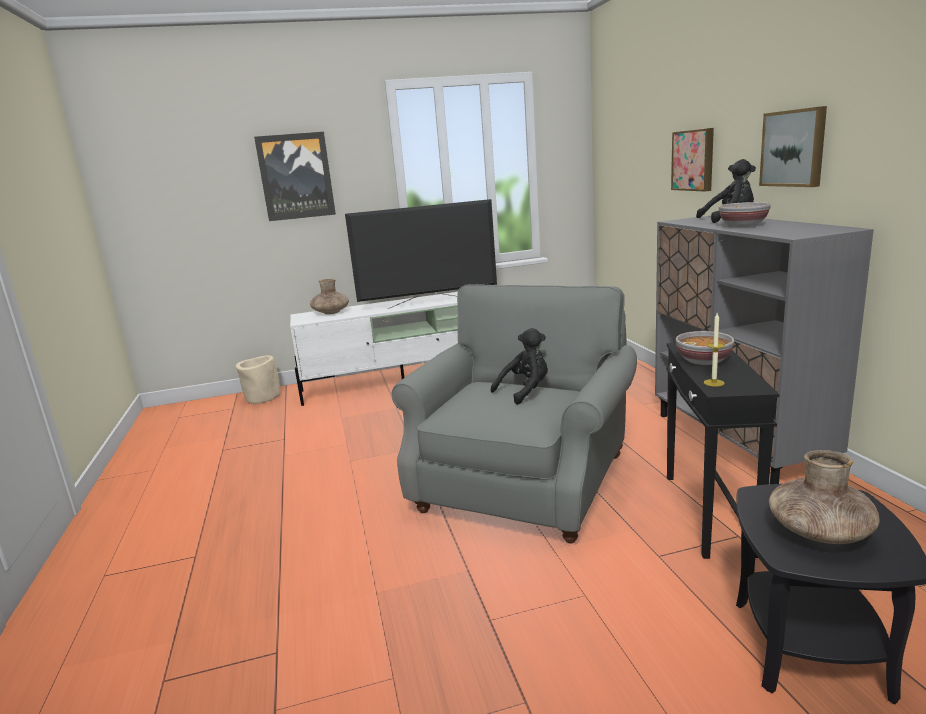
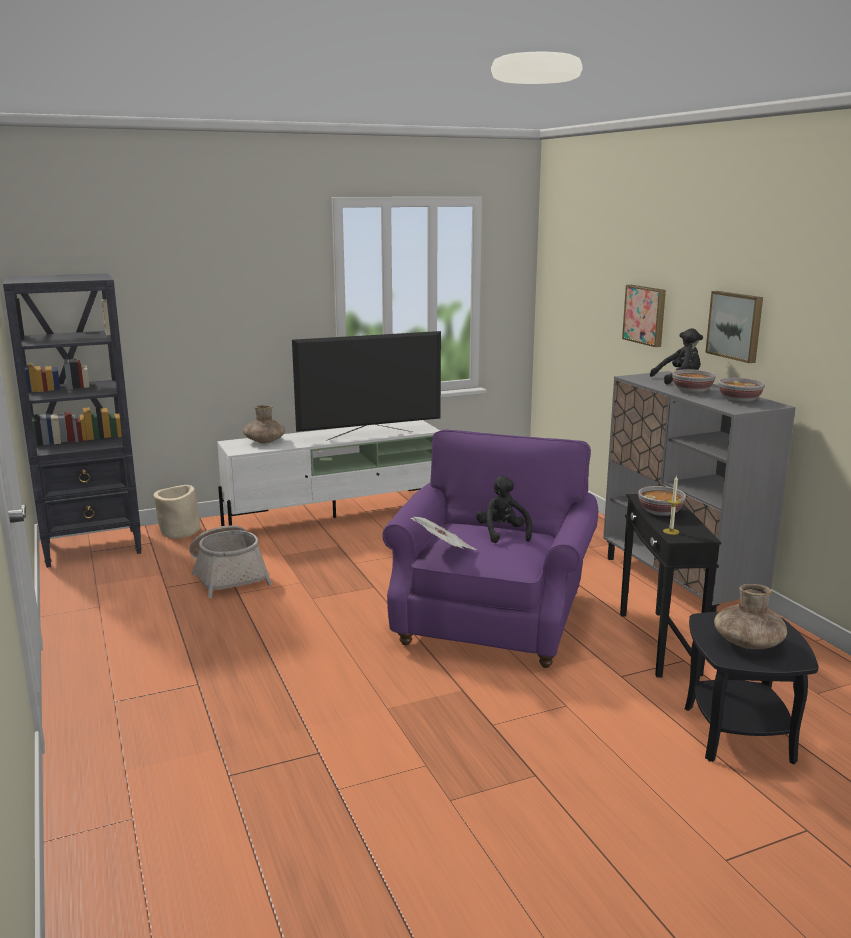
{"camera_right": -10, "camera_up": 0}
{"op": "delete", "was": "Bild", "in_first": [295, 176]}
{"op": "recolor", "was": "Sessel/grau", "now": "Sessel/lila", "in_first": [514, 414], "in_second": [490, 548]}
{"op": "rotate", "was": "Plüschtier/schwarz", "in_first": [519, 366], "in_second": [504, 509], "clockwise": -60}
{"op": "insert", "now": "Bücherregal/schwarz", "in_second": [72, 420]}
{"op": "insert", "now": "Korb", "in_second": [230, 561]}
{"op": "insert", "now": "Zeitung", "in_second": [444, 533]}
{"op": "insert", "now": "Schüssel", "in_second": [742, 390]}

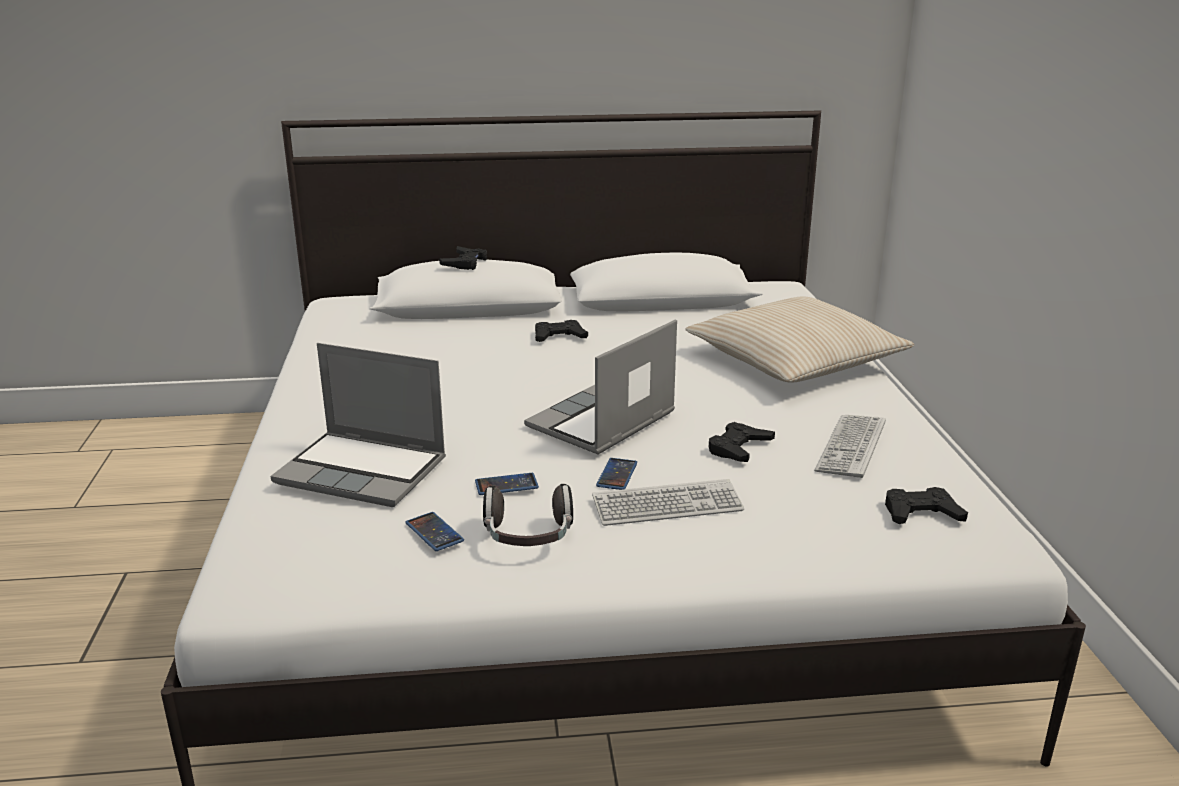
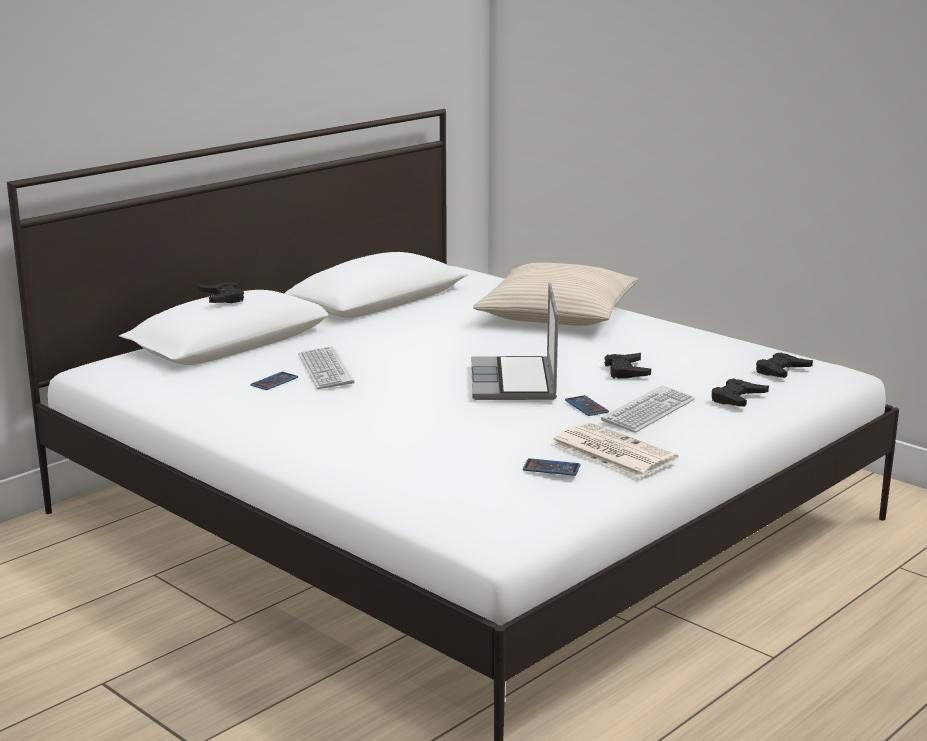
{"camera_right": -40, "camera_up": -5}
{"op": "delete", "was": "Laptop", "in_first": [358, 425]}
{"op": "move", "was": "Handy", "in_first": [507, 484], "in_second": [274, 381]}
{"op": "replace", "was": "Kopfhörer", "now": "Zeitung", "in_first": [528, 515], "in_second": [614, 450]}
{"op": "move", "was": "Gamepad/schwarz", "in_first": [561, 331], "in_second": [740, 392]}
{"op": "move", "was": "Tastatur", "in_first": [850, 446], "in_second": [326, 367]}

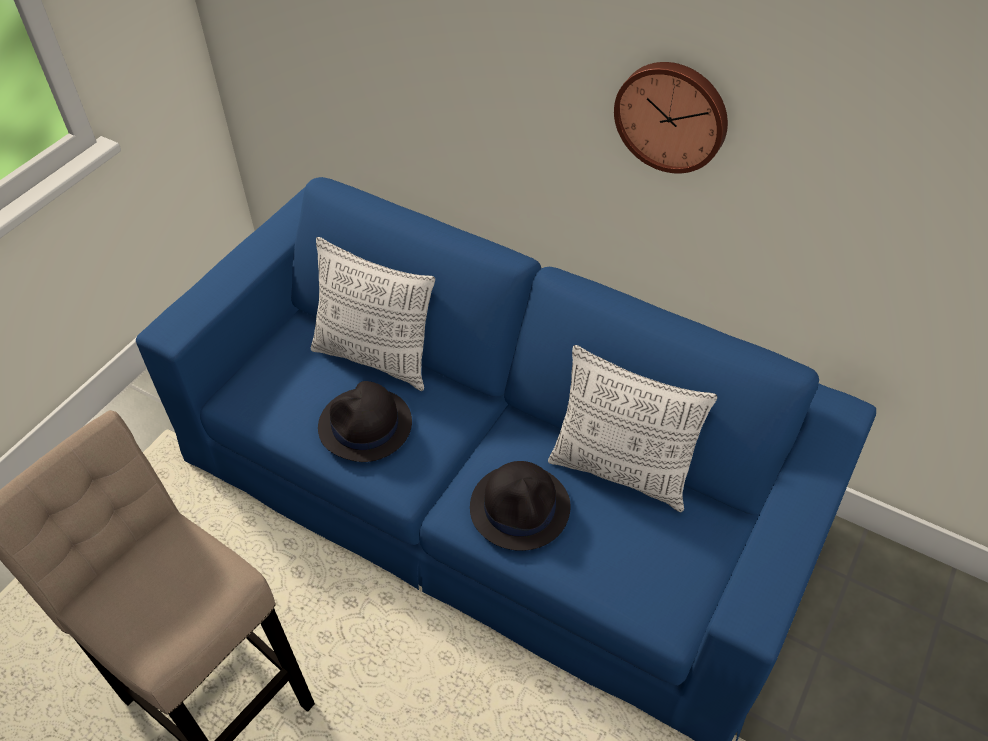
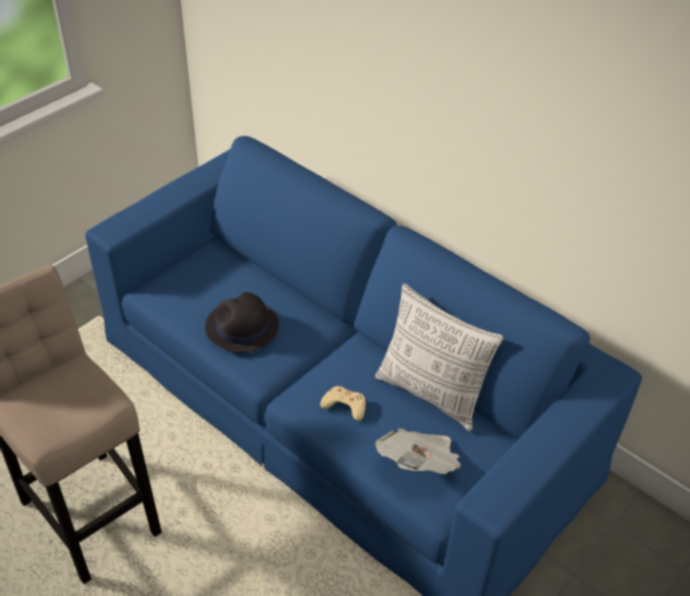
{"camera_right": 10, "camera_up": -5}
{"op": "delete", "was": "Kissen", "in_first": [373, 314]}
{"op": "replace", "was": "Hut/schwarz", "now": "Gamepad/beige", "in_first": [520, 506], "in_second": [343, 403]}
{"op": "delete", "was": "Wanduhr", "in_first": [671, 118]}
{"op": "insert", "now": "Zeitung", "in_second": [418, 451]}

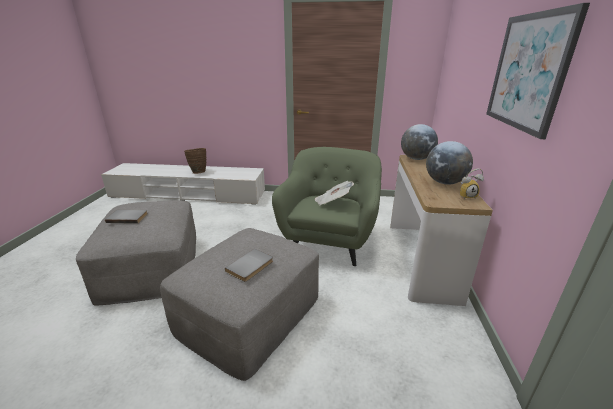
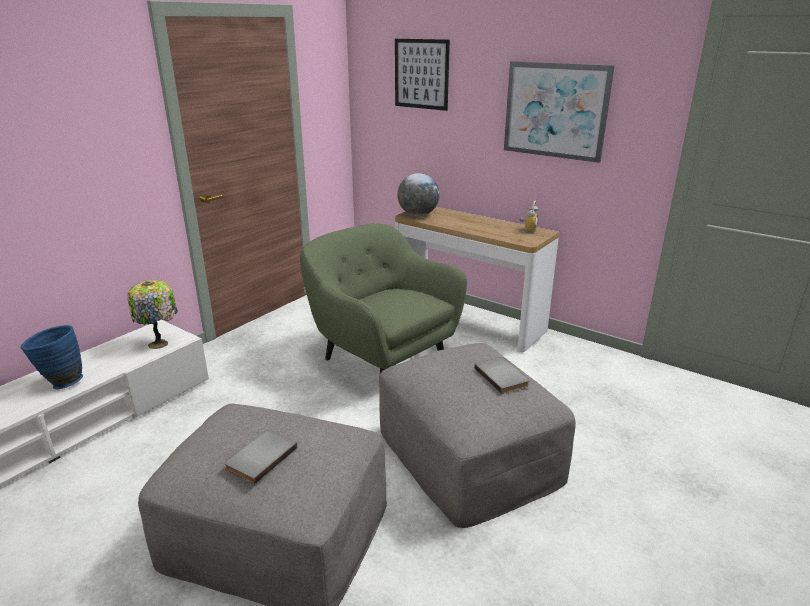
{"camera_right": -60, "camera_up": 0}
{"op": "recolor", "was": "Vase/braun", "now": "Vase/blau", "in_first": [195, 161], "in_second": [51, 357]}
{"op": "delete", "was": "Zeitung", "in_first": [334, 193]}
{"op": "delete", "was": "Globus", "in_first": [449, 163]}
{"op": "insert", "now": "Tischlampe", "in_second": [152, 314]}
{"op": "insert", "now": "Bild", "in_second": [422, 75]}

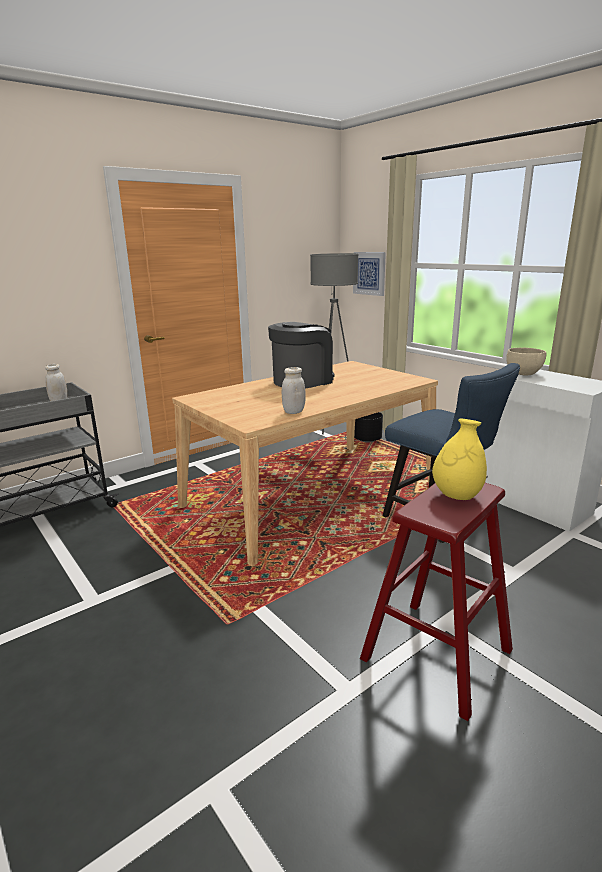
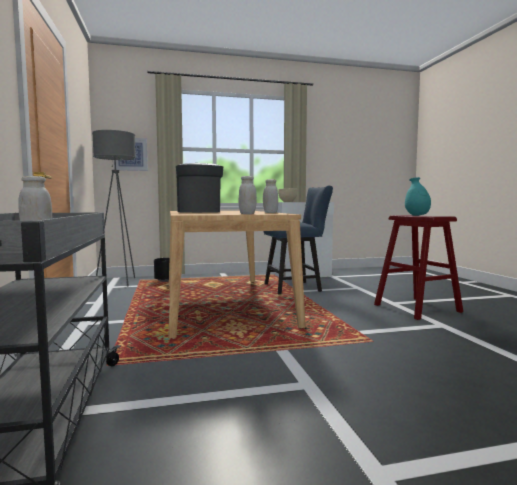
{"camera_right": -65, "camera_up": -15}
{"op": "recolor", "was": "Vase/gelb", "now": "Vase/türkis", "in_first": [459, 459], "in_second": [418, 196]}
{"op": "insert", "now": "Vorratsglas/weiß", "in_second": [248, 195]}

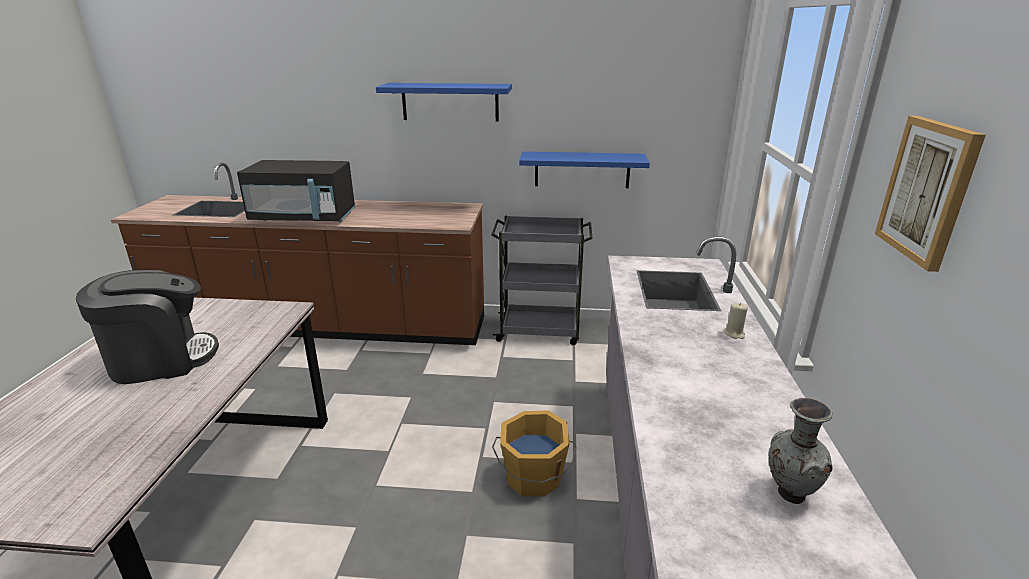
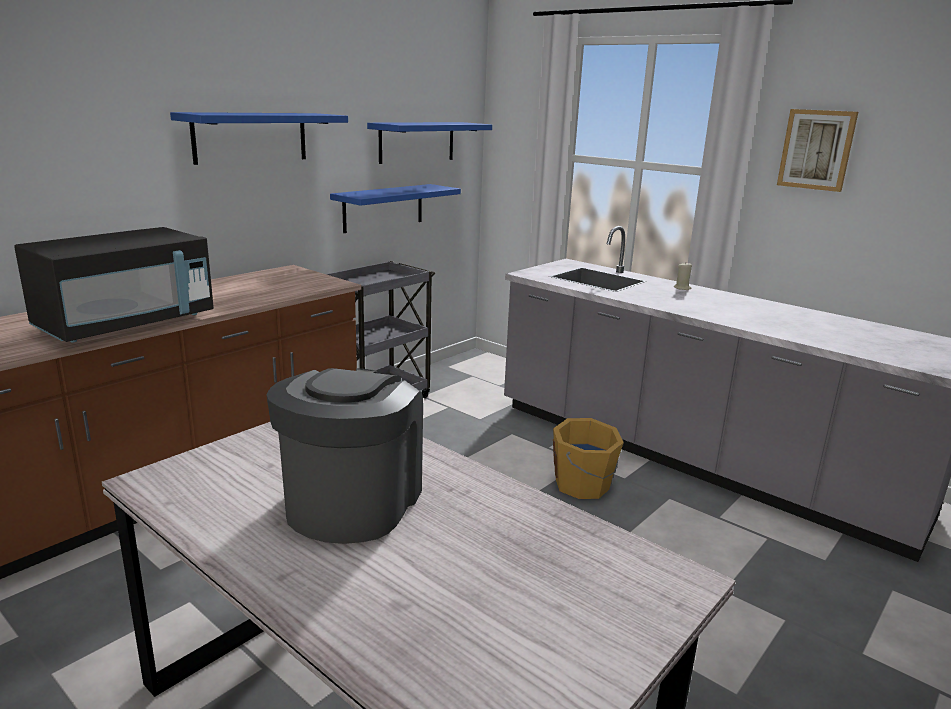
{"camera_right": -55, "camera_up": -5}
{"op": "delete", "was": "Vase/grau", "in_first": [801, 451]}
{"op": "insert", "now": "Wandregal/blau", "in_second": [429, 143]}

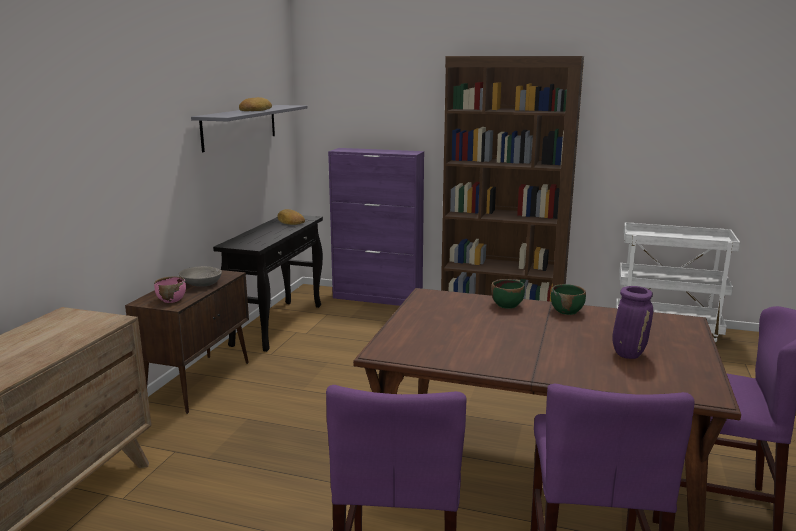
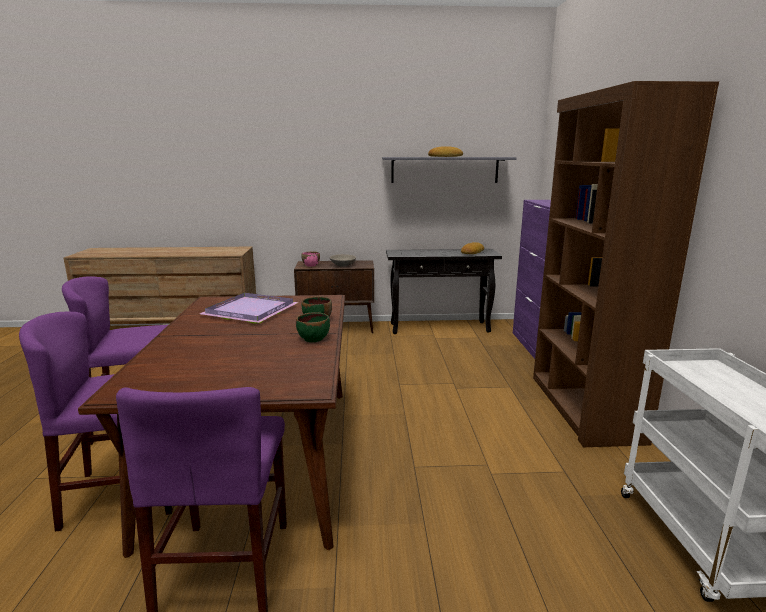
{"camera_right": 70, "camera_up": 0}
{"op": "delete", "was": "Vase/lila", "in_first": [632, 322]}
{"op": "insert", "now": "Tablett/lila", "in_second": [249, 308]}

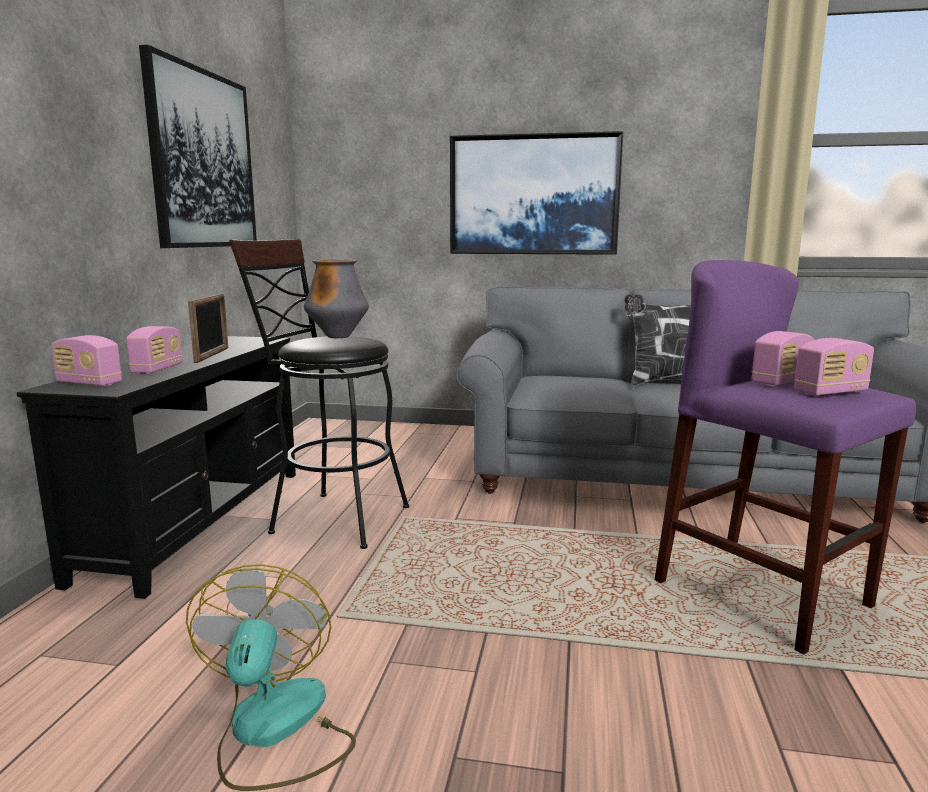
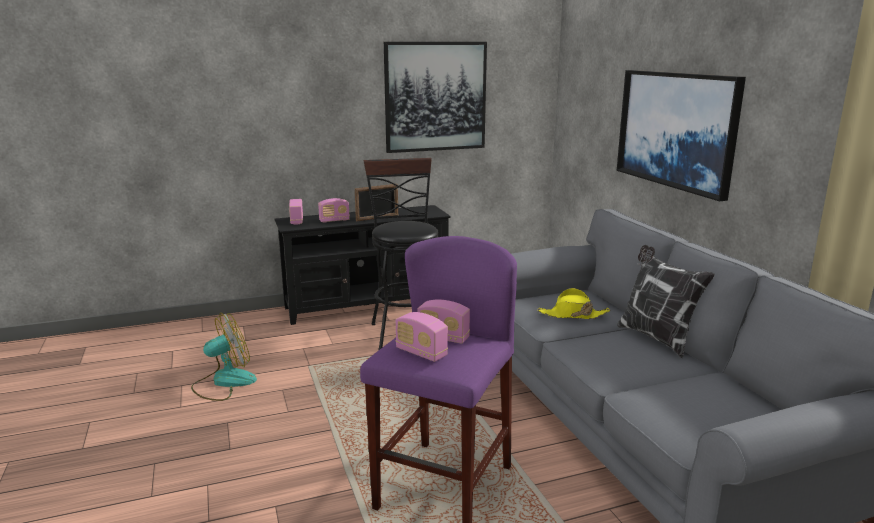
{"camera_right": 60, "camera_up": 5}
{"op": "delete", "was": "Vase", "in_first": [336, 298]}
{"op": "insert", "now": "Hut/gelb", "in_second": [573, 303]}

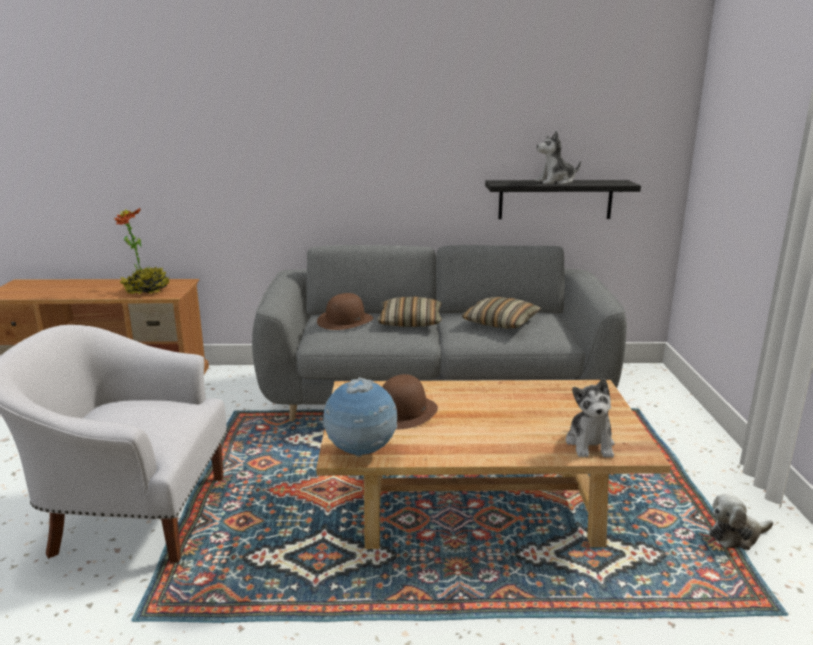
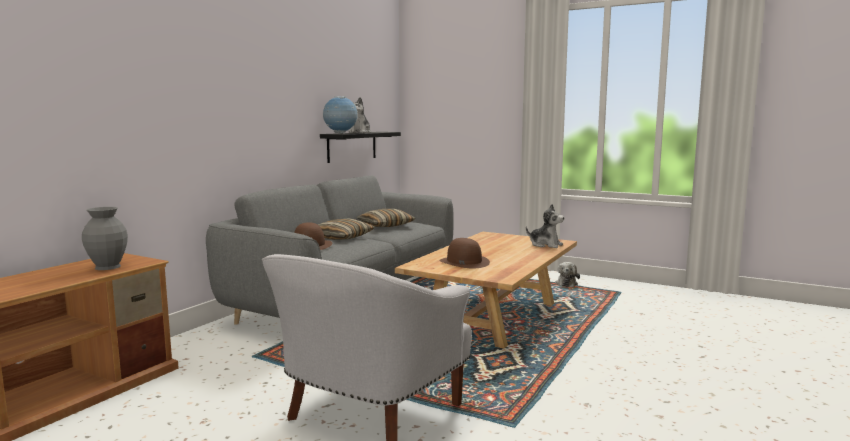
{"camera_right": -60, "camera_up": -10}
{"op": "replace", "was": "Topfpflanze", "now": "Vase/grau", "in_first": [141, 251], "in_second": [105, 238]}
{"op": "move", "was": "Globus", "in_first": [359, 417], "in_second": [340, 115]}

